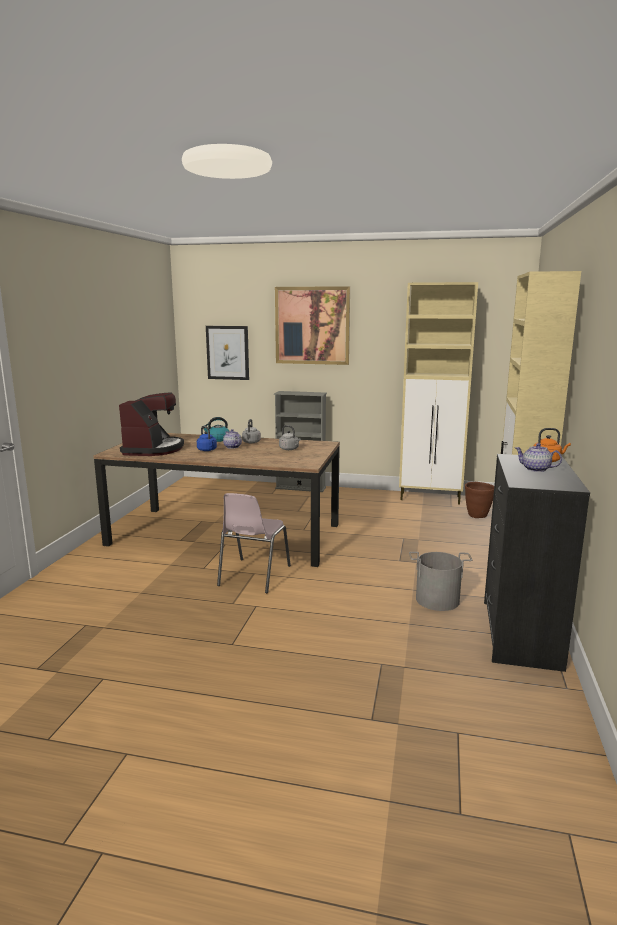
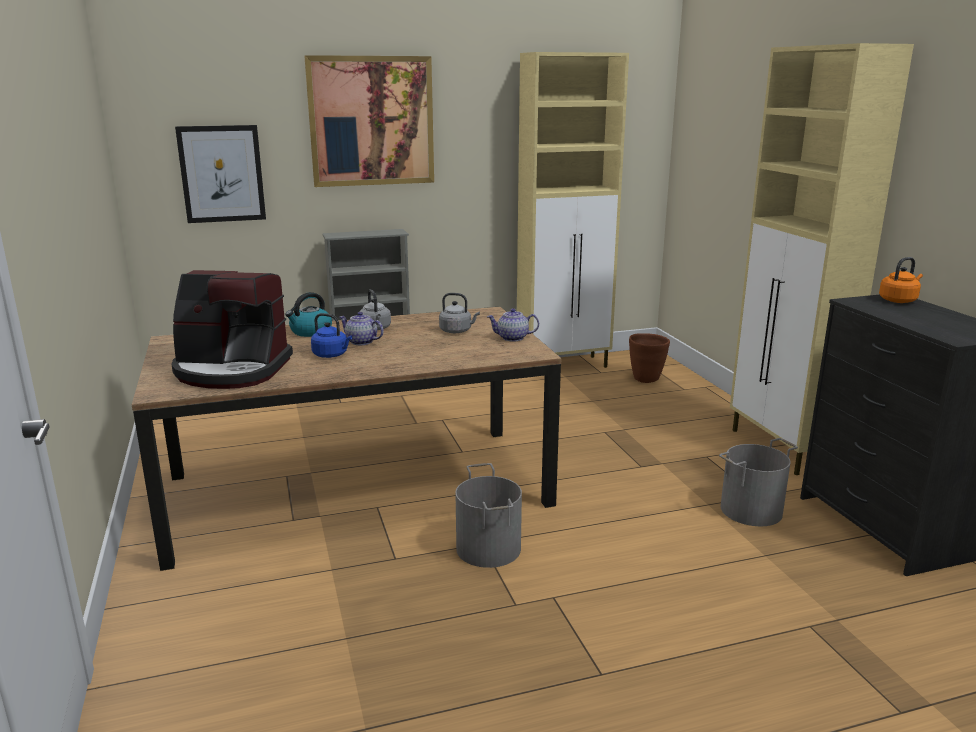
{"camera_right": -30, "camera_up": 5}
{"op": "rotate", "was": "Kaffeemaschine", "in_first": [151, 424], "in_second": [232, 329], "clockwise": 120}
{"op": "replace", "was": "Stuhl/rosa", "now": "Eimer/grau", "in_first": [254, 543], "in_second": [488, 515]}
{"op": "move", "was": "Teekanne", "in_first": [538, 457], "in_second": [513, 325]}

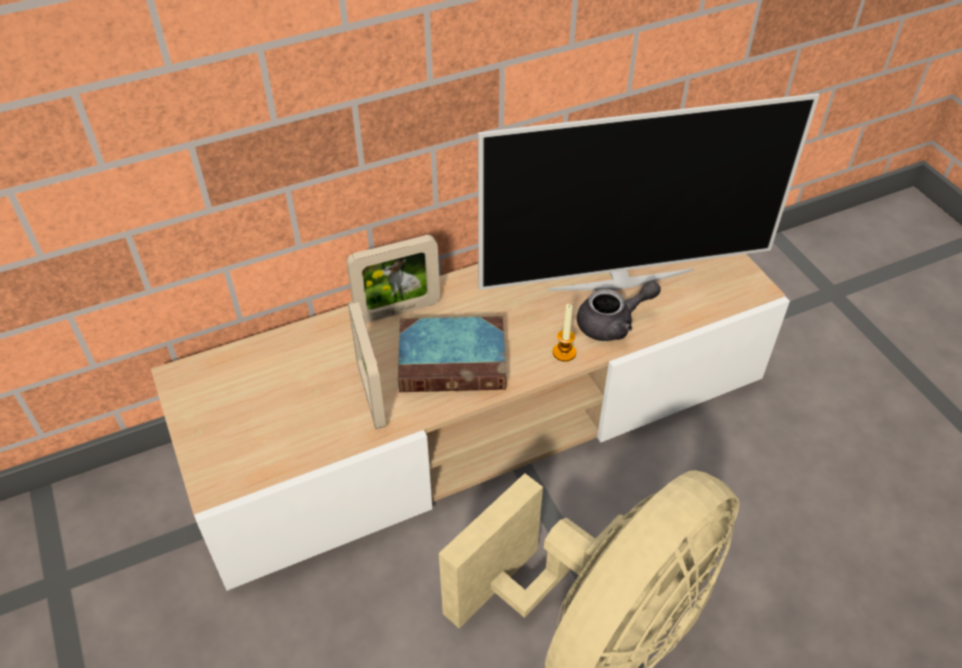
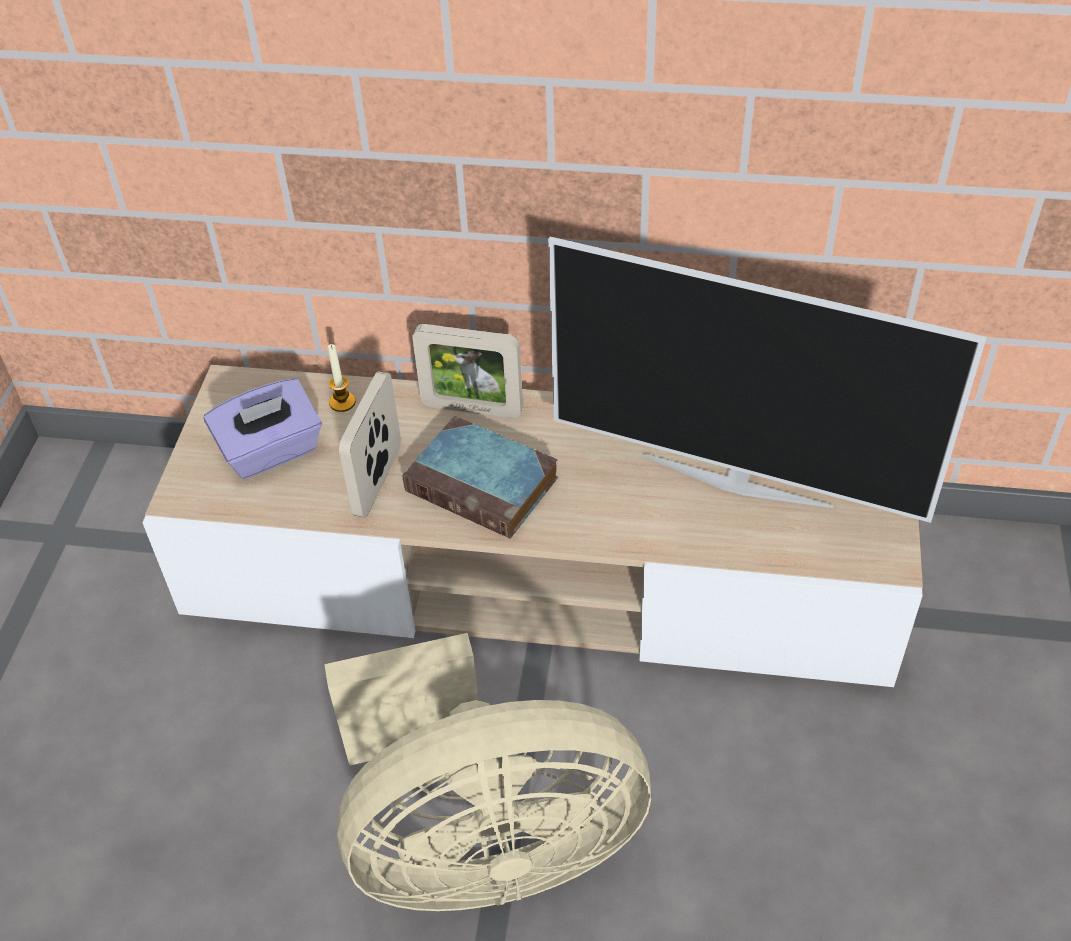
{"camera_right": 35, "camera_up": 0}
{"op": "move", "was": "Kerze", "in_first": [564, 332], "in_second": [342, 378]}
{"op": "delete", "was": "Teekanne/grau", "in_first": [619, 311]}
{"op": "insert", "now": "Taschentuchbox/lila", "in_second": [263, 428]}

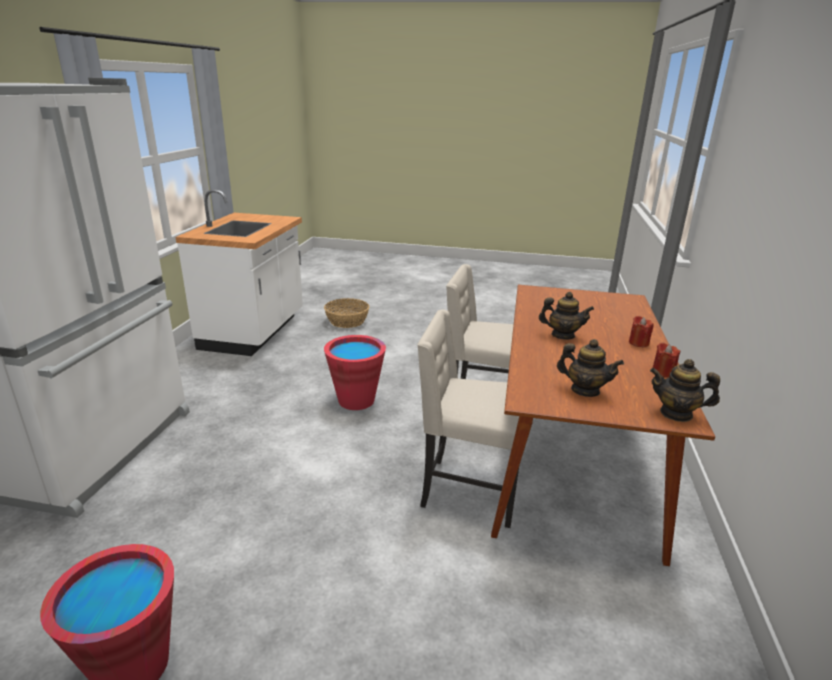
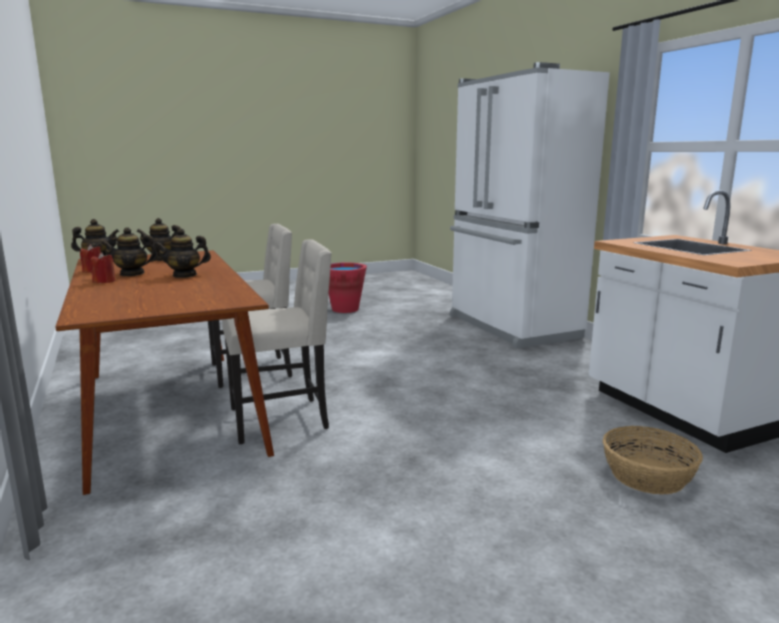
{"camera_right": 145, "camera_up": -10}
{"op": "delete", "was": "Eimer/rot", "in_first": [355, 372]}
{"op": "insert", "now": "Teekanne", "in_second": [129, 251]}

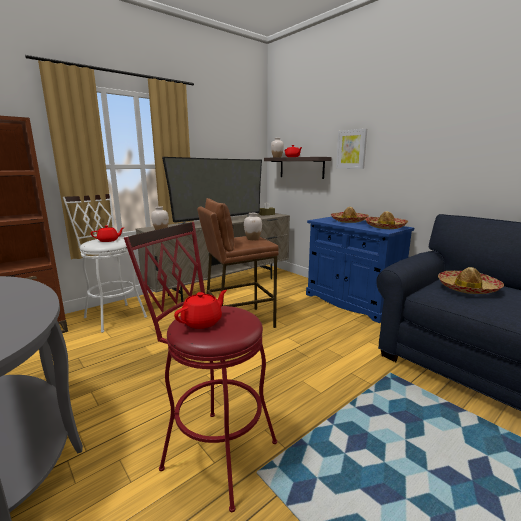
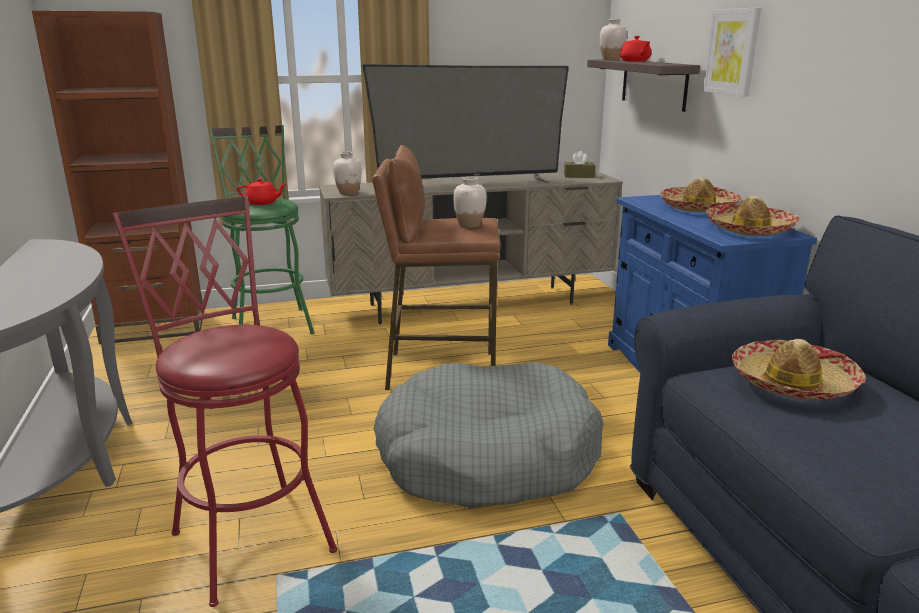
{"camera_right": 25, "camera_up": 5}
{"op": "recolor", "was": "Hocker/weiß", "now": "Hocker/grün", "in_first": [105, 263], "in_second": [261, 229]}
{"op": "delete", "was": "Teekanne/rot", "in_first": [200, 309]}
{"op": "insert", "now": "Hundebett/grau", "in_second": [489, 435]}

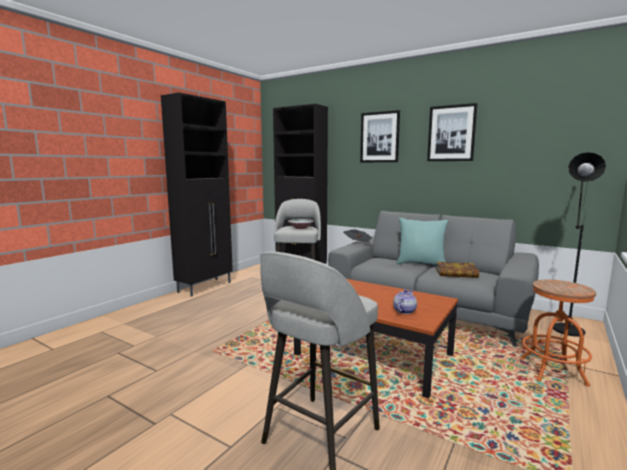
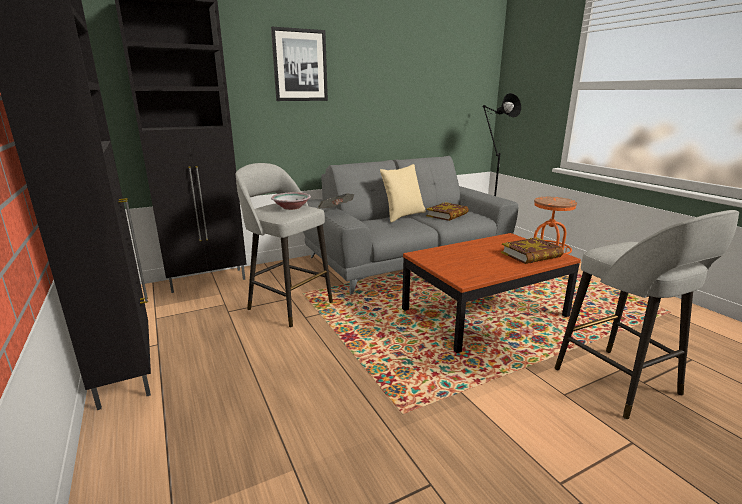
{"camera_right": -60, "camera_up": 10}
{"op": "replace", "was": "Teekanne", "now": "Buch", "in_first": [405, 302], "in_second": [532, 250]}
{"op": "recolor", "was": "Kissen/türkis", "now": "Kissen/beige", "in_first": [422, 242], "in_second": [403, 193]}
{"op": "delete", "was": "Bild", "in_first": [452, 132]}

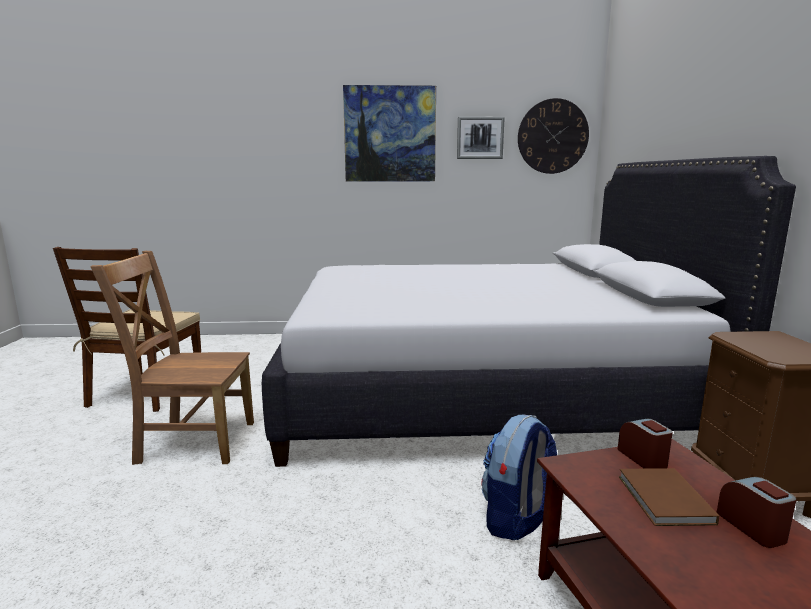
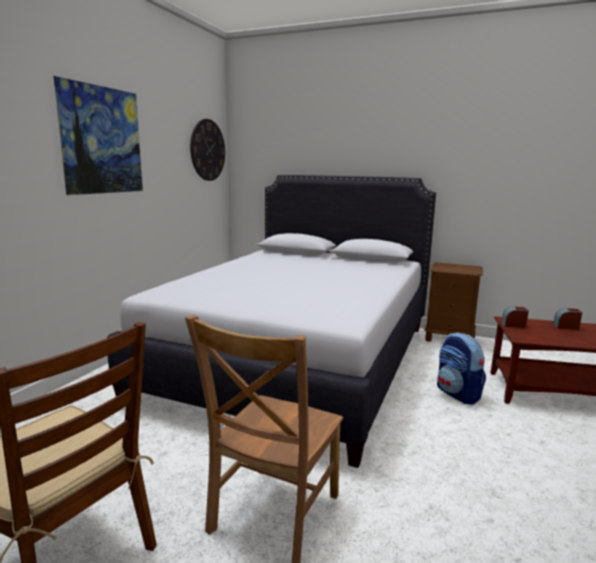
{"camera_right": -65, "camera_up": 0}
{"op": "delete", "was": "Bild", "in_first": [481, 138]}
{"op": "delete", "was": "Buch/braun", "in_first": [669, 497]}

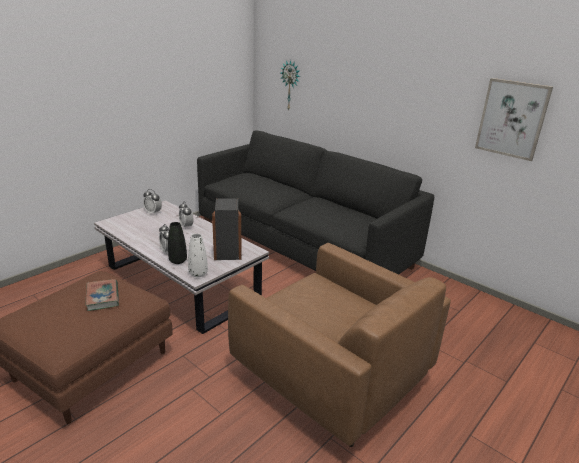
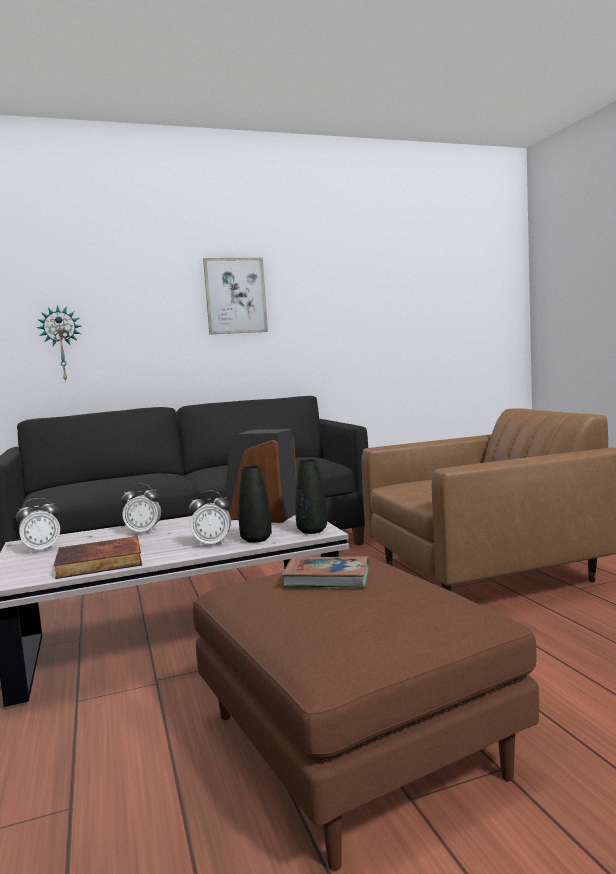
{"camera_right": -60, "camera_up": -20}
{"op": "recolor", "was": "Vase/weiß", "now": "Vase/schwarz", "in_first": [198, 255], "in_second": [311, 496]}
{"op": "move", "was": "Bild", "in_first": [514, 119], "in_second": [235, 296]}
{"op": "insert", "now": "Buch", "in_second": [98, 557]}

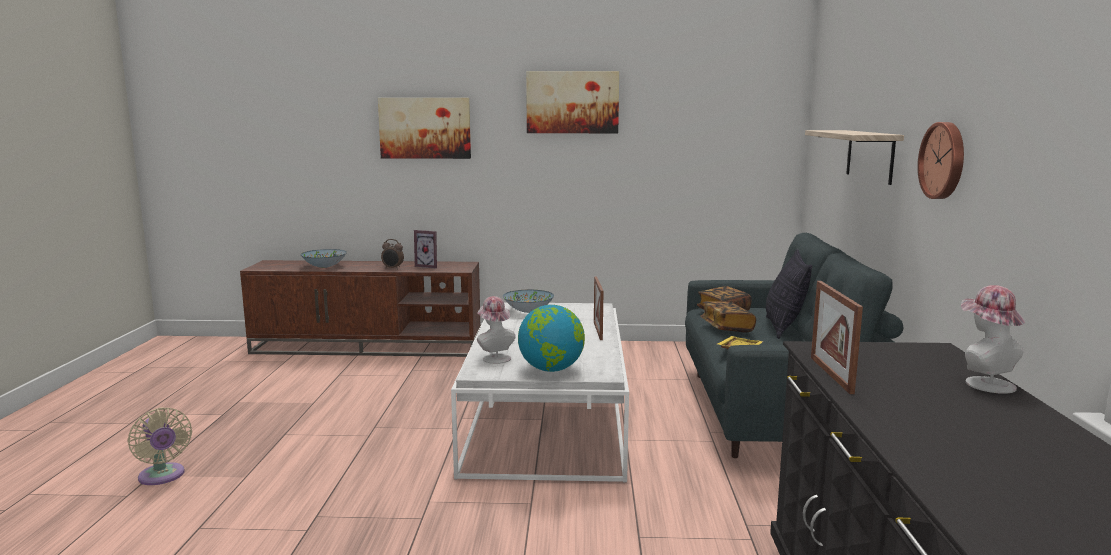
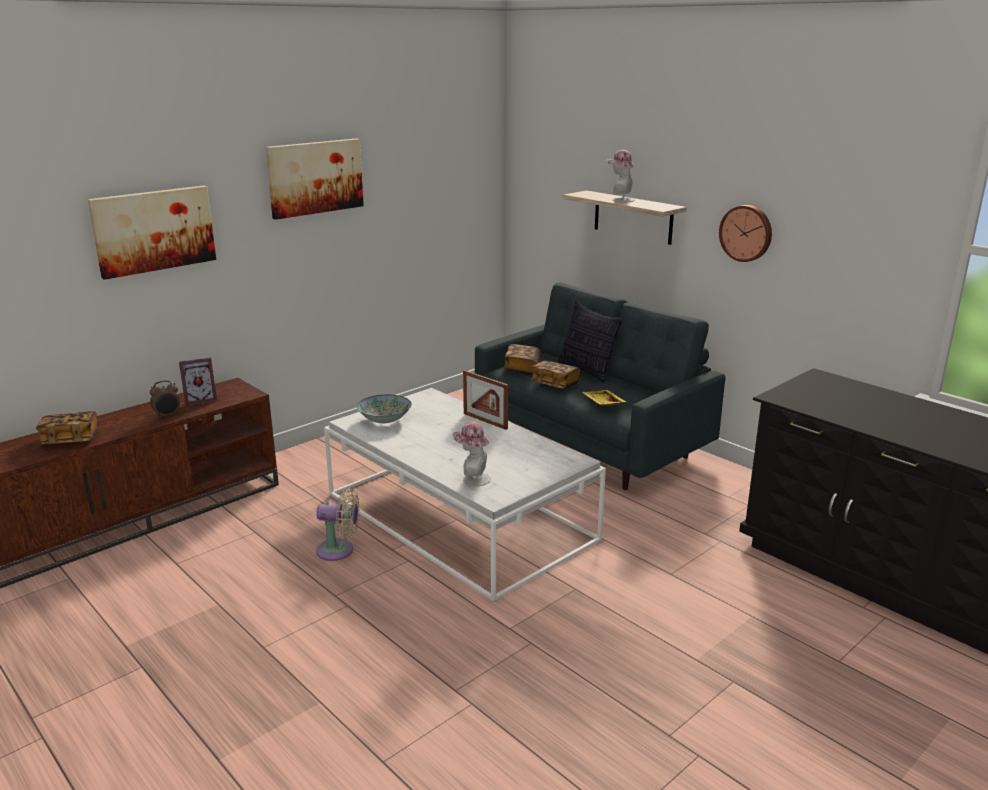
{"camera_right": -45, "camera_up": 10}
{"op": "move", "was": "Ventilator/beige", "in_first": [159, 446], "in_second": [337, 524]}
{"op": "replace", "was": "Schüssel", "now": "Buch", "in_first": [323, 258], "in_second": [67, 427]}
{"op": "delete", "was": "Globus", "in_first": [551, 338]}
{"op": "delete", "was": "Bilderrahmen", "in_first": [837, 337]}
{"op": "move", "was": "Hut", "in_first": [993, 339], "in_second": [621, 176]}

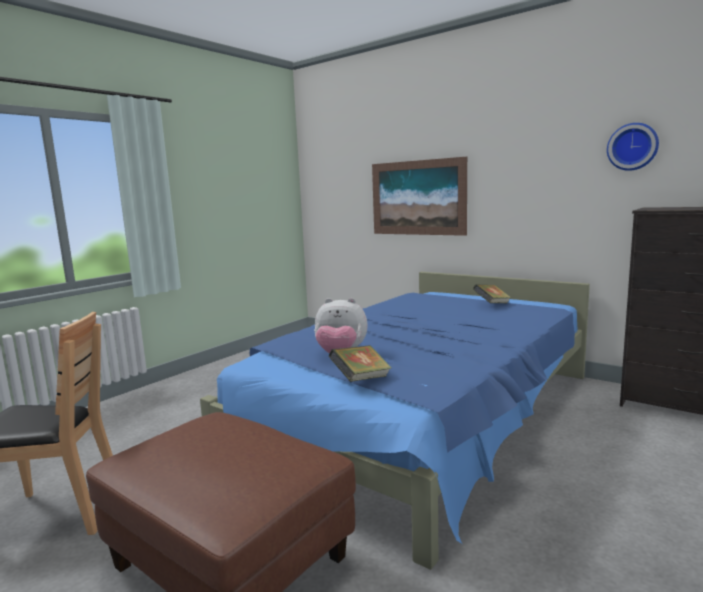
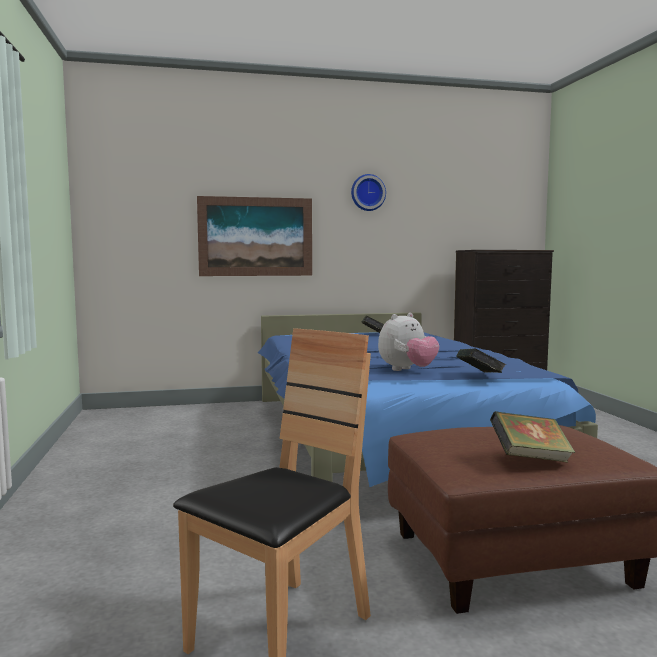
{"camera_right": -50, "camera_up": -5}
{"op": "move", "was": "Wanduhr", "in_first": [633, 147], "in_second": [368, 192]}
{"op": "insert", "now": "Buch", "in_second": [532, 437]}

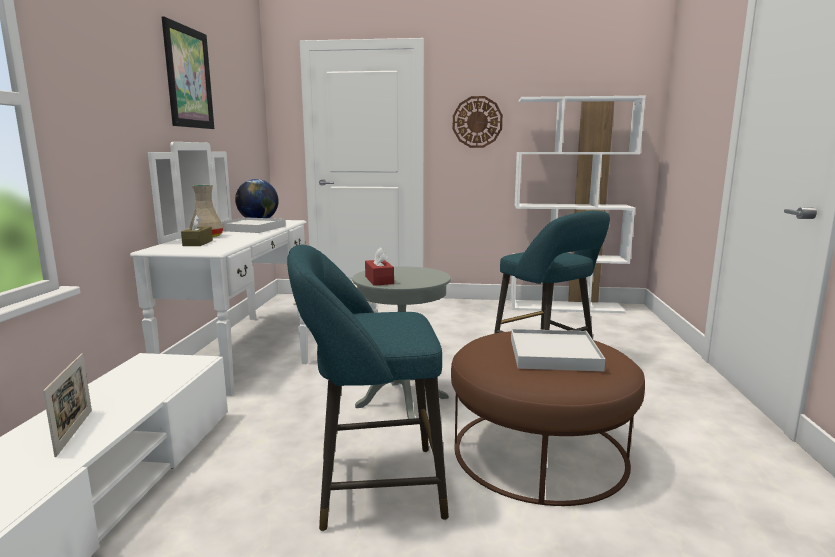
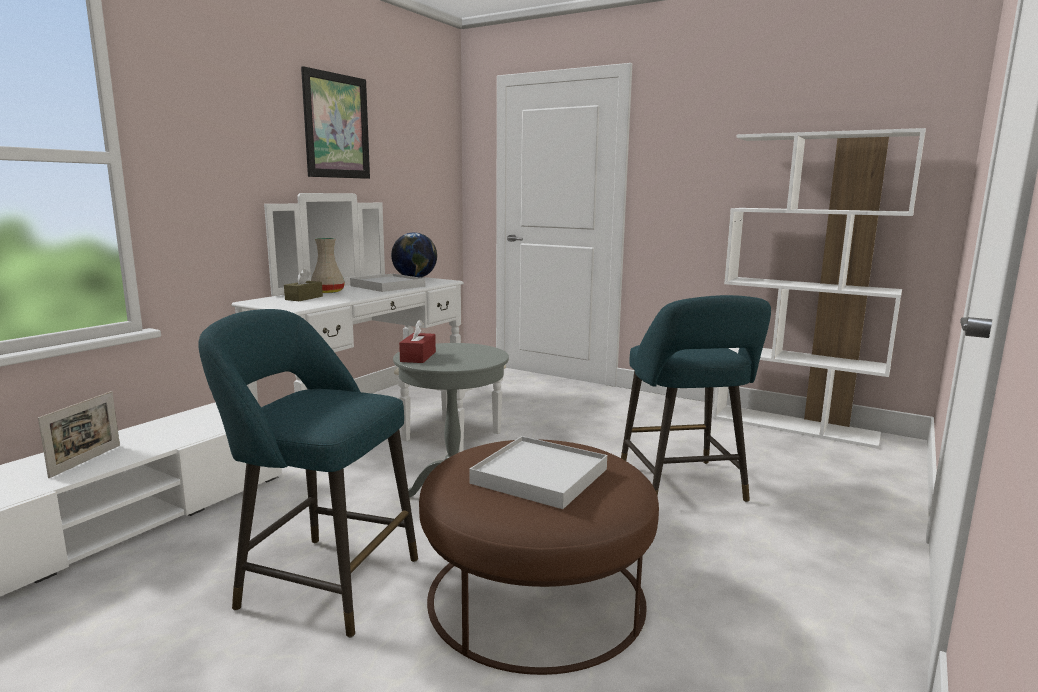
{"camera_right": 25, "camera_up": 0}
{"op": "delete", "was": "Wanduhr", "in_first": [478, 122]}

